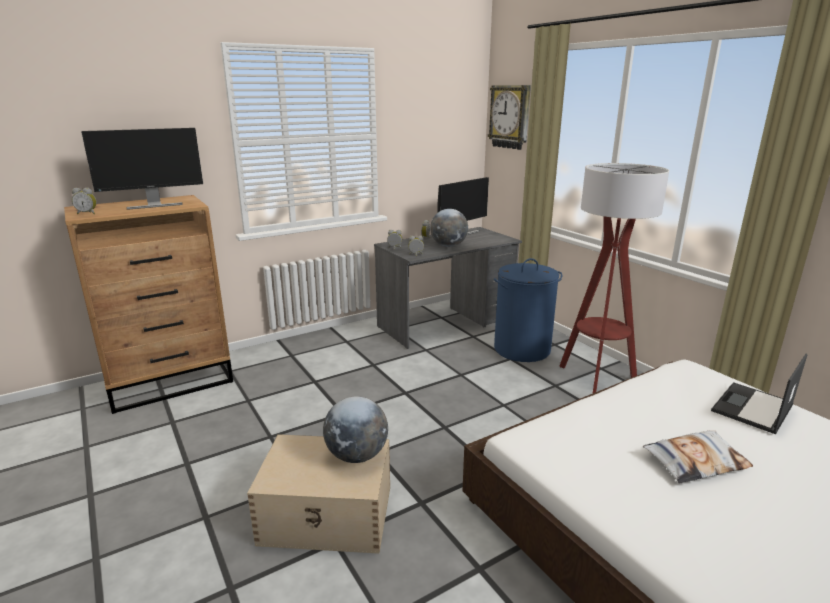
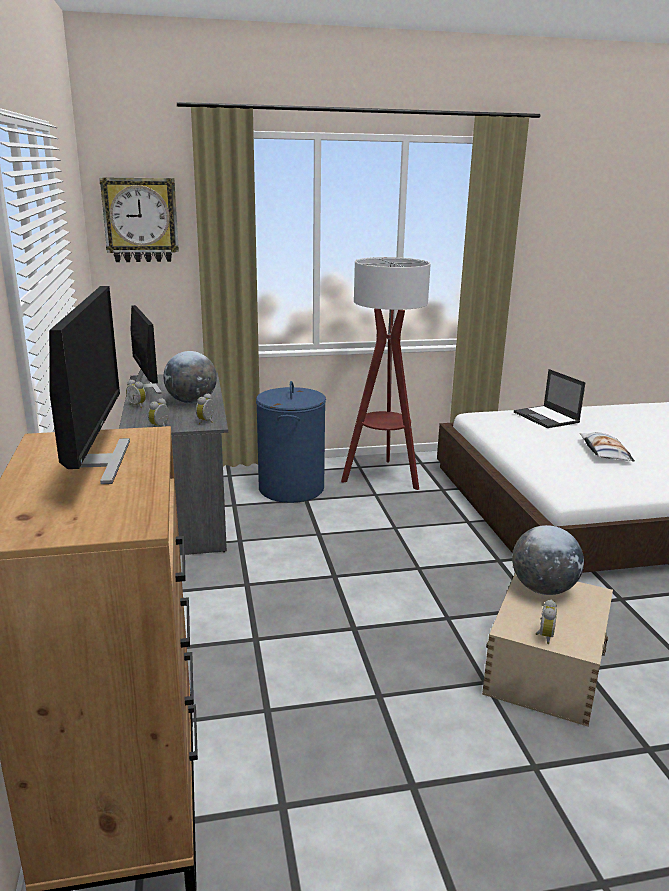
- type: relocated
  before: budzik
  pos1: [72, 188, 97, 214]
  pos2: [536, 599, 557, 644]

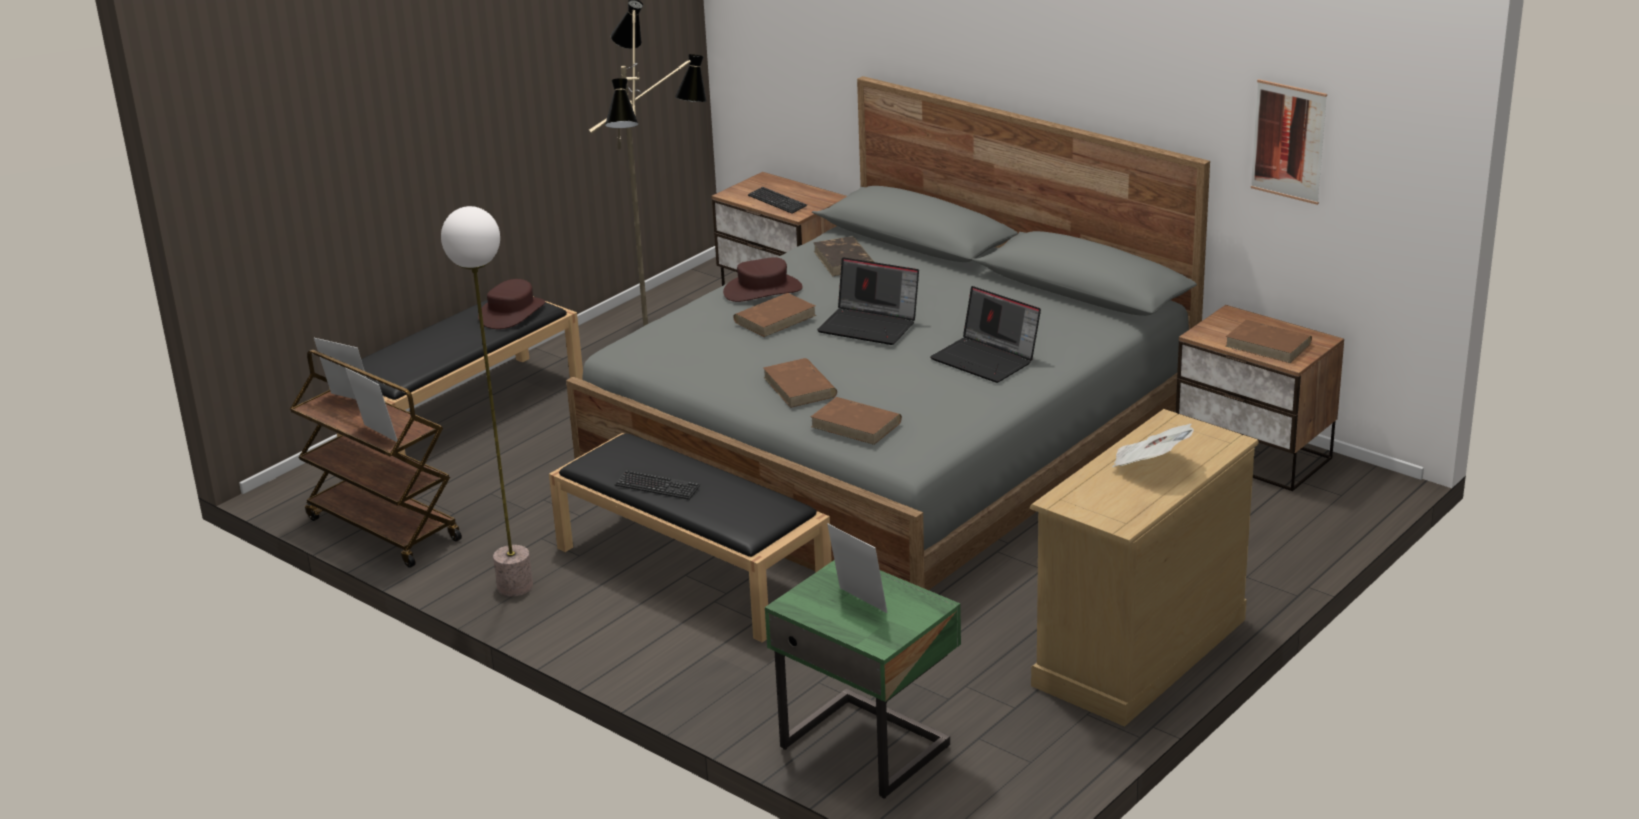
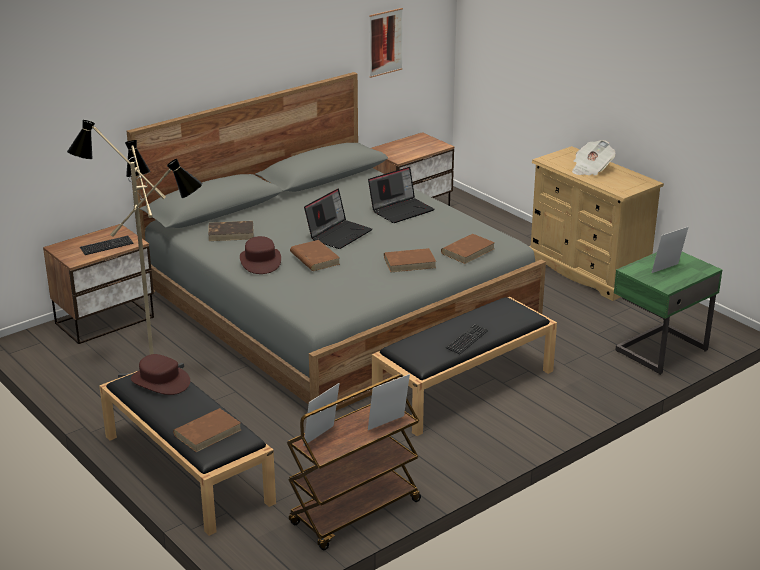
- type: missing
  before: lampa stojąca
  pos1: [441, 206, 533, 597]
- type: relocated
  before: książka/brązowy
  pos1: [1226, 320, 1312, 363]
  pos2: [173, 408, 241, 452]

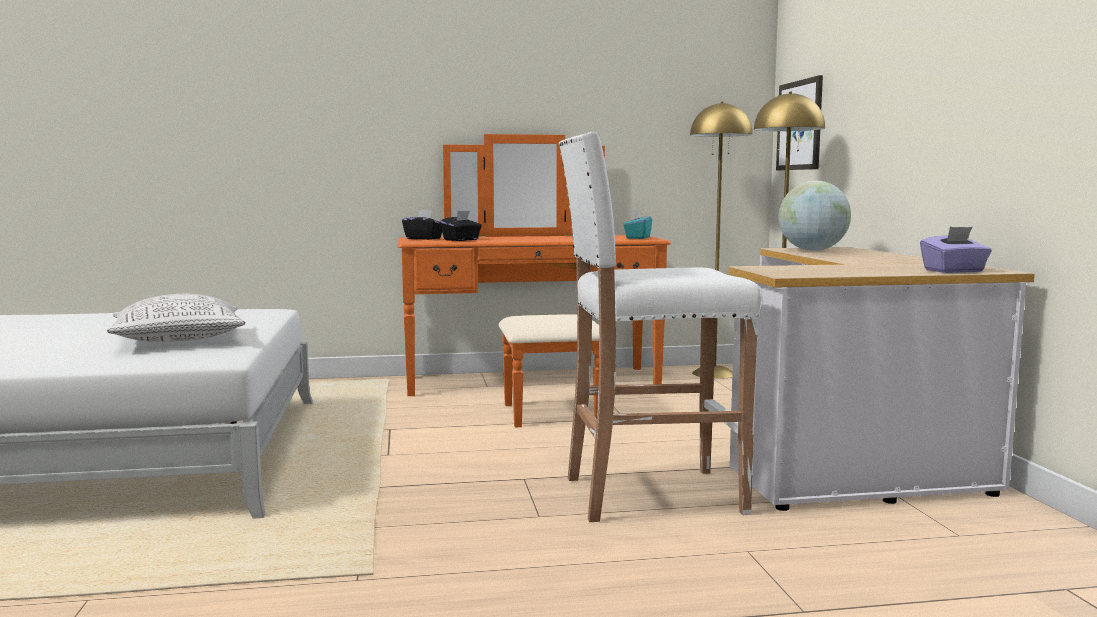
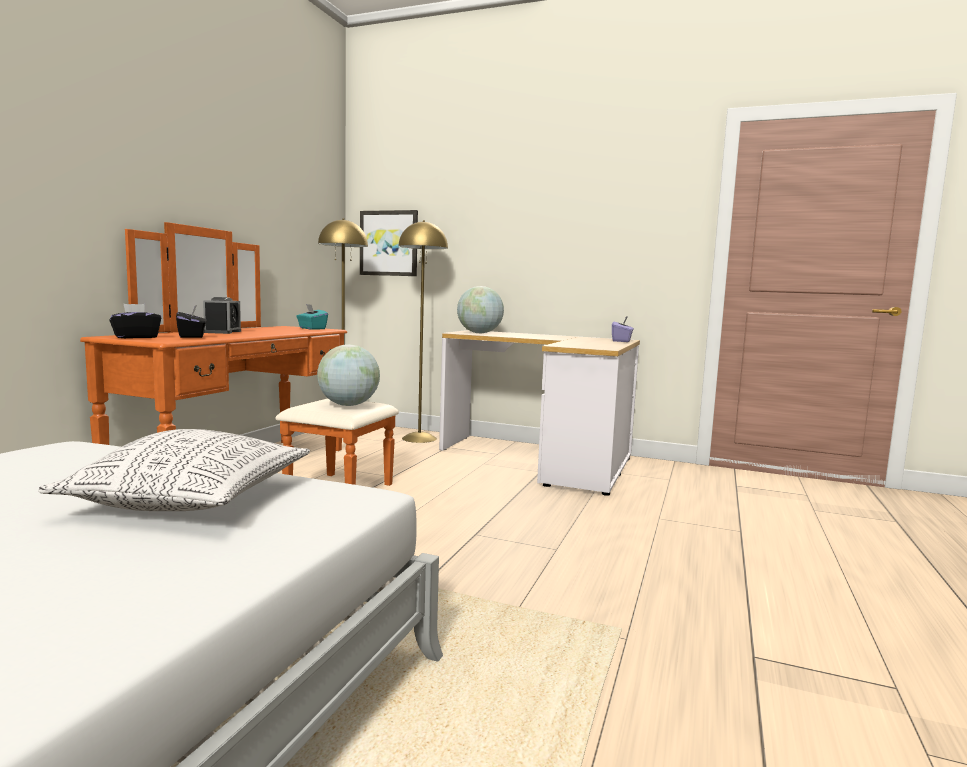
- type: missing
  before: stołek/biały
  pos1: [559, 132, 763, 522]
- type: appeared
  after: budzik
  pos2: [203, 297, 241, 334]
- type: appeared
  after: globus
  pos2: [317, 345, 380, 406]

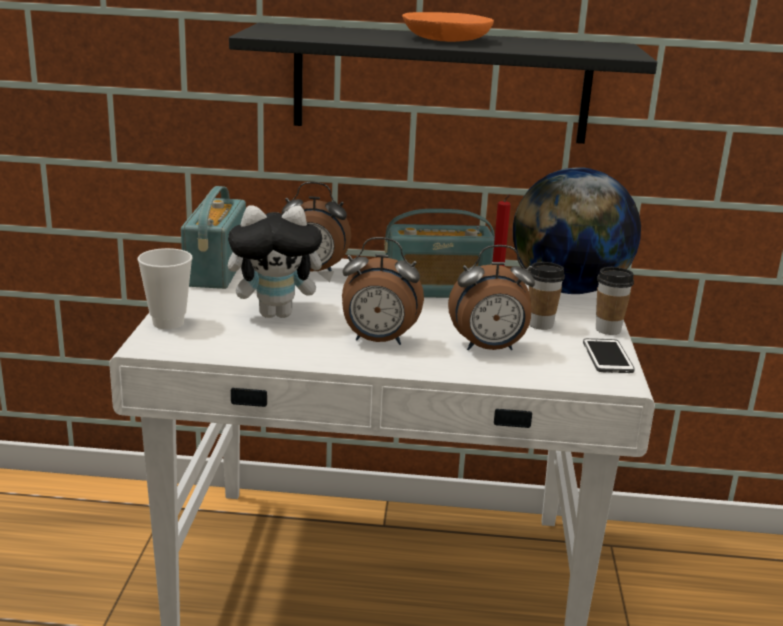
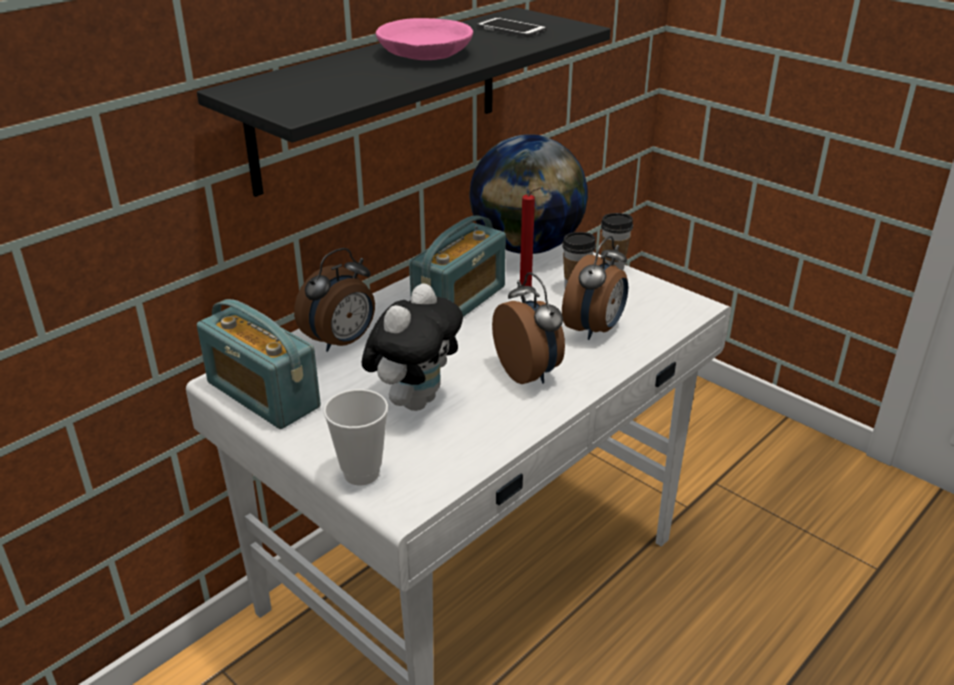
- type: spun
  before: budzik
  pos1: [342, 237, 424, 345]
  pos2: [492, 272, 565, 384]
  turn: -75
- type: colour
  before: miska/pomarańczowy
  after: miska/różowy
  pos1: [402, 12, 494, 42]
  pos2: [376, 18, 473, 60]
- type: relocated
  before: telefon
  pos1: [583, 338, 635, 373]
  pos2: [477, 17, 546, 37]

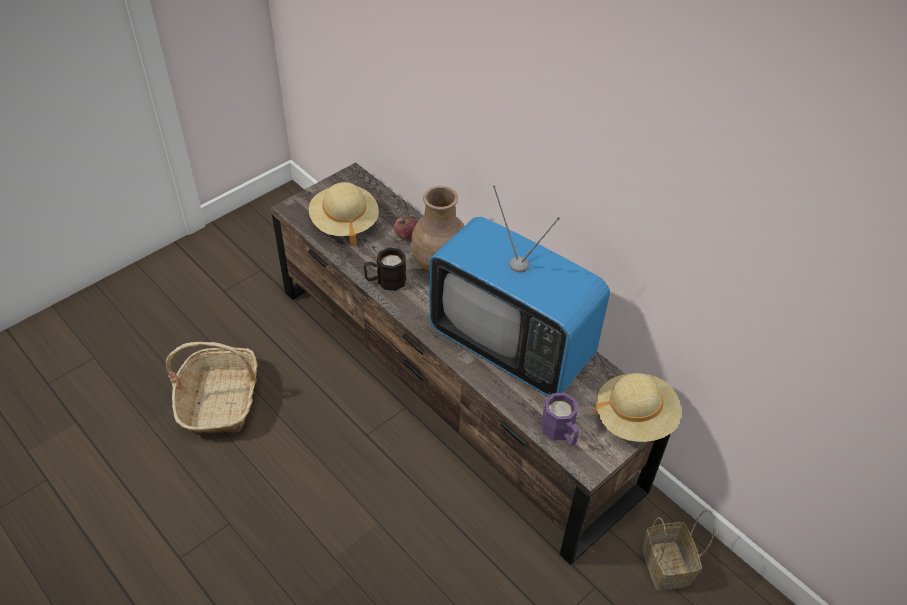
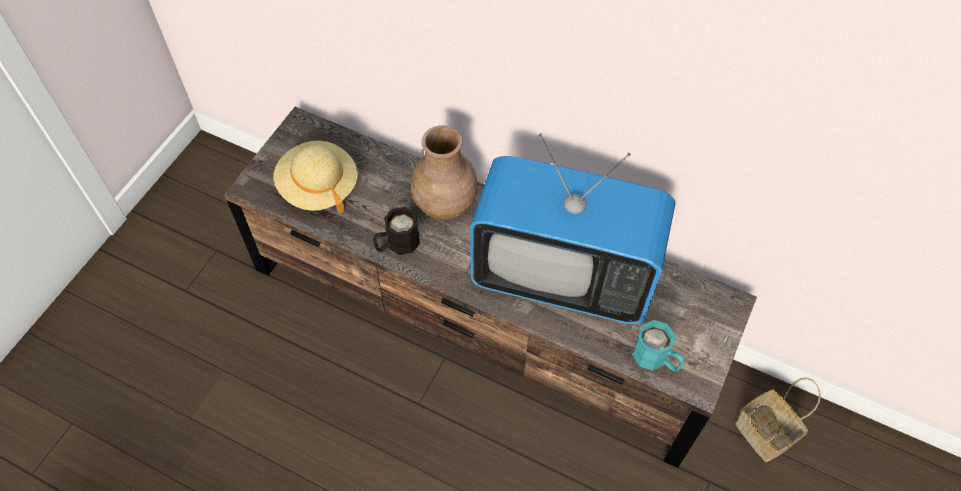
- type: missing
  before: koszyk
  pos1: [165, 342, 258, 433]
- type: missing
  before: jabłko
  pos1: [394, 216, 417, 239]
- type: colour
  before: kubek/fioletowy
  after: kubek/turkusowy
  pos1: [541, 393, 579, 446]
  pos2: [632, 320, 685, 371]
- type: missing
  before: kapelusz/beżowy
  pos1: [593, 373, 681, 442]

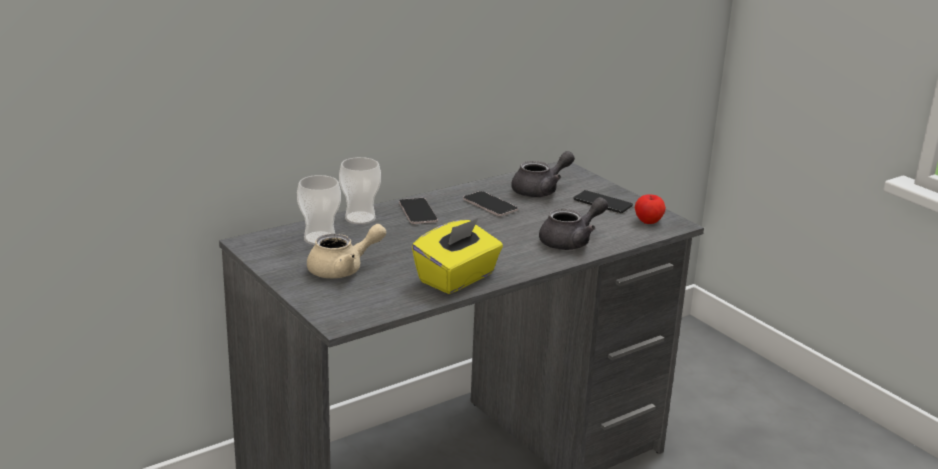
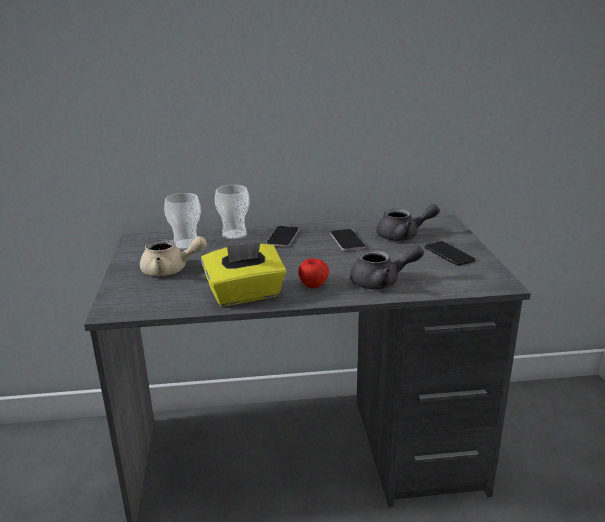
- type: relocated
  before: jabłko
  pos1: [635, 194, 666, 224]
  pos2: [298, 258, 329, 288]

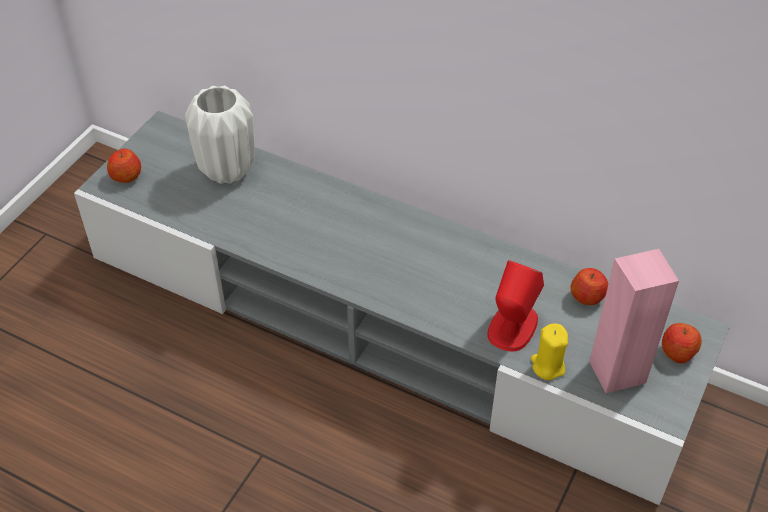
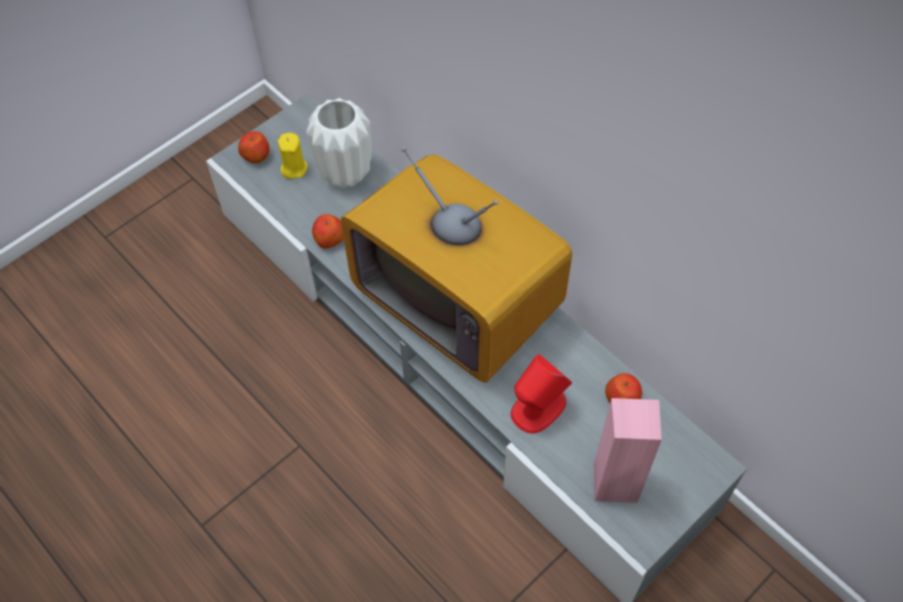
- type: relocated
  before: świeca/żółty
  pos1: [531, 323, 568, 380]
  pos2: [278, 133, 308, 179]
- type: relocated
  before: jabłko
  pos1: [662, 323, 702, 363]
  pos2: [312, 214, 343, 249]
- type: appeared
  after: telewizor
  pos2: [341, 147, 572, 383]

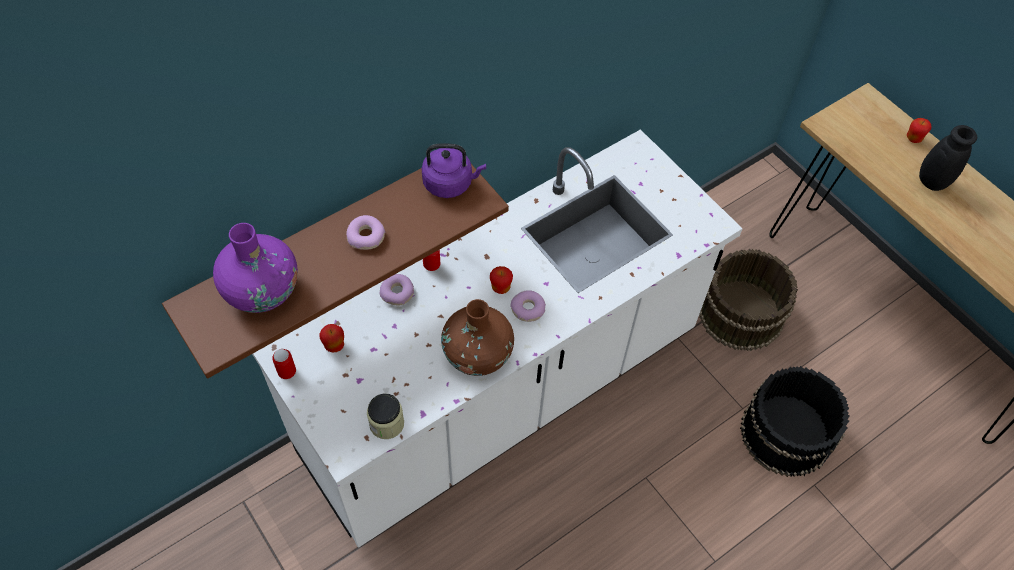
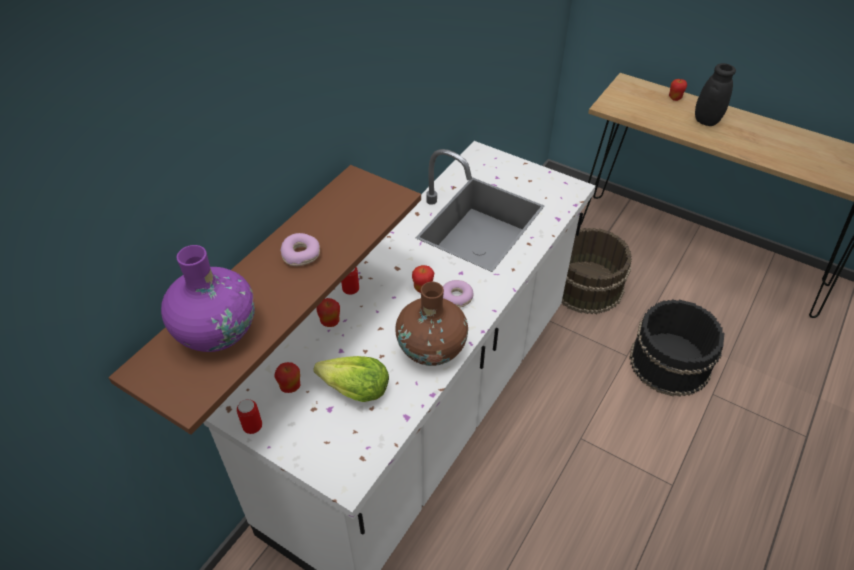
- type: missing
  before: słoik
  pos1: [367, 394, 404, 439]
- type: exchanged
  before: donut
  after: jabłko
  pos1: [380, 274, 414, 305]
  pos2: [316, 298, 340, 327]
- type: missing
  before: czajnik/fioletowy
  pos1: [421, 143, 486, 198]
- type: appeared
  after: sałata
  pos2: [313, 356, 389, 402]

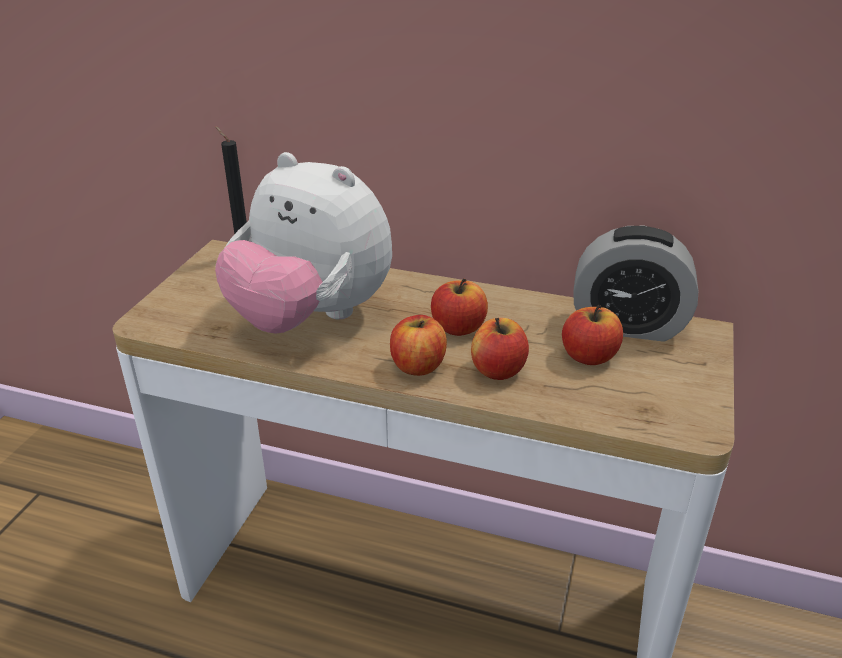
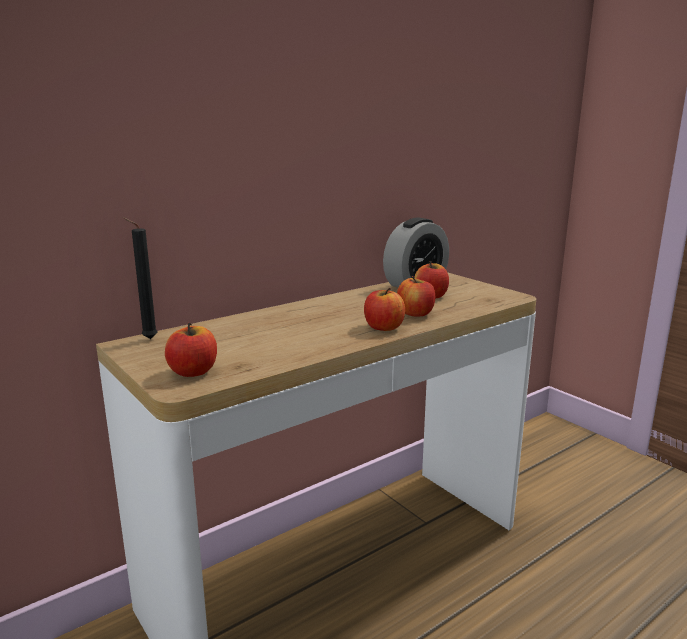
- type: missing
  before: pluszak
  pos1: [215, 152, 392, 334]
- type: relocated
  before: jabłko
  pos1: [431, 278, 488, 336]
  pos2: [165, 323, 217, 377]

